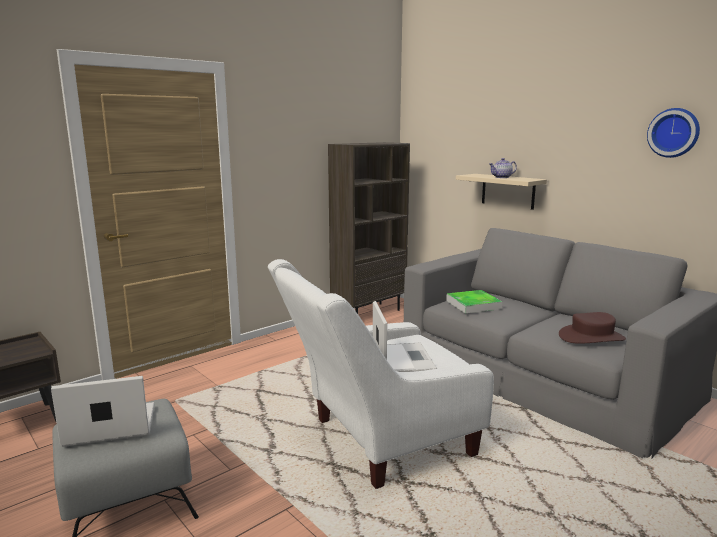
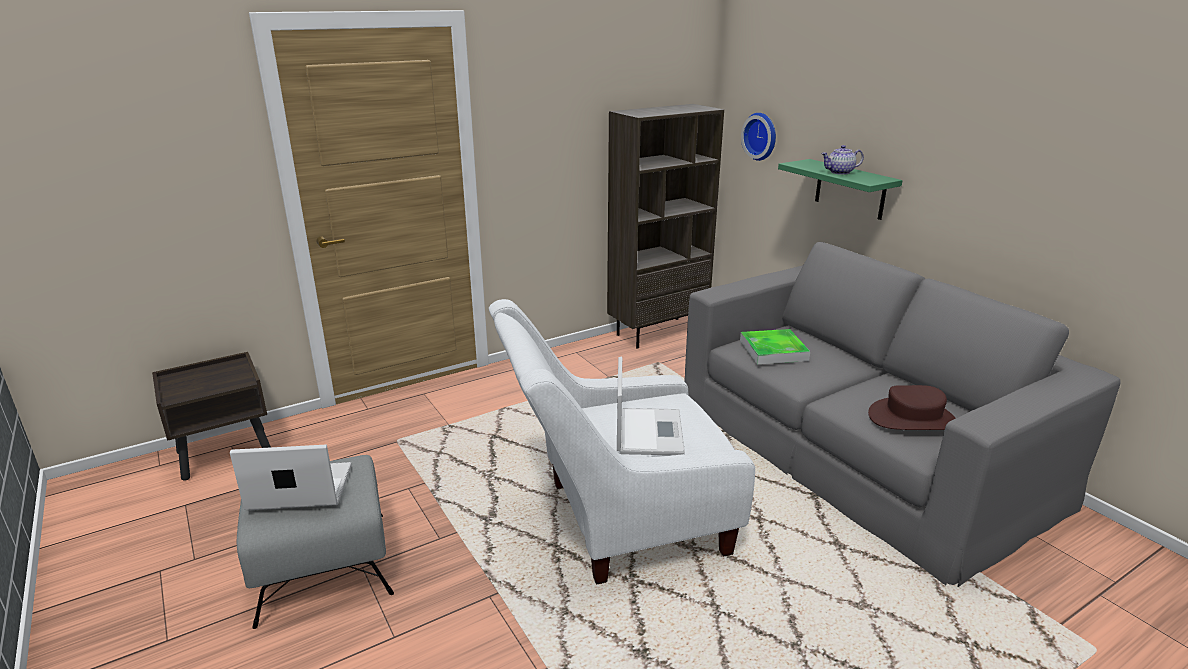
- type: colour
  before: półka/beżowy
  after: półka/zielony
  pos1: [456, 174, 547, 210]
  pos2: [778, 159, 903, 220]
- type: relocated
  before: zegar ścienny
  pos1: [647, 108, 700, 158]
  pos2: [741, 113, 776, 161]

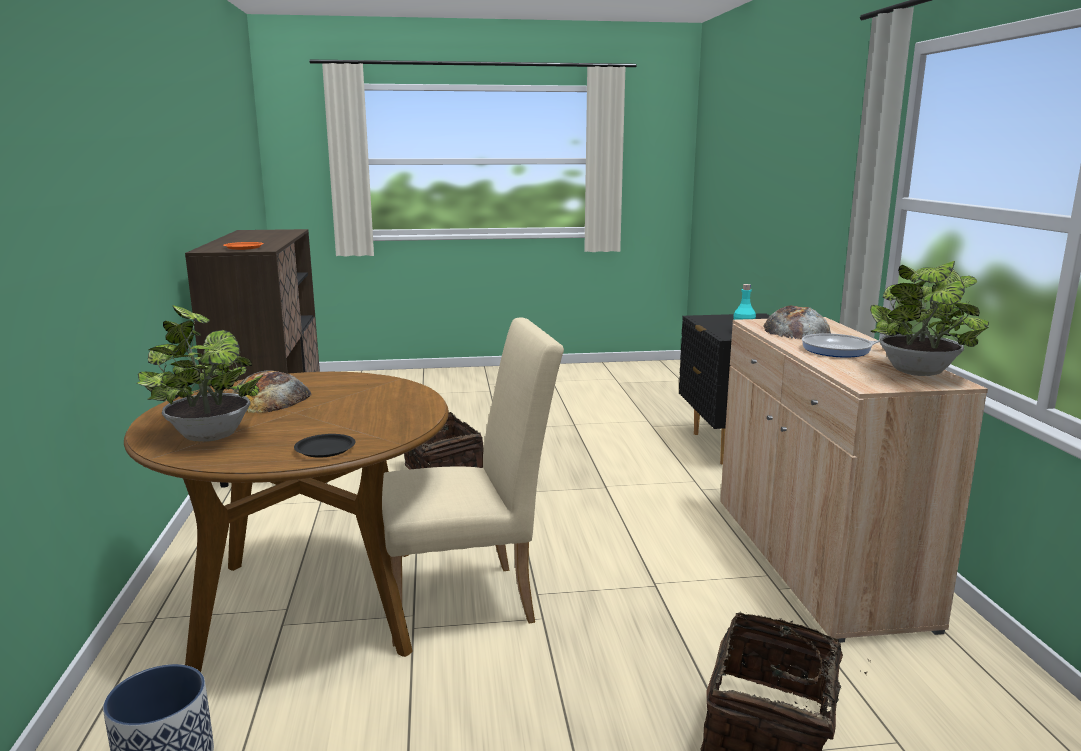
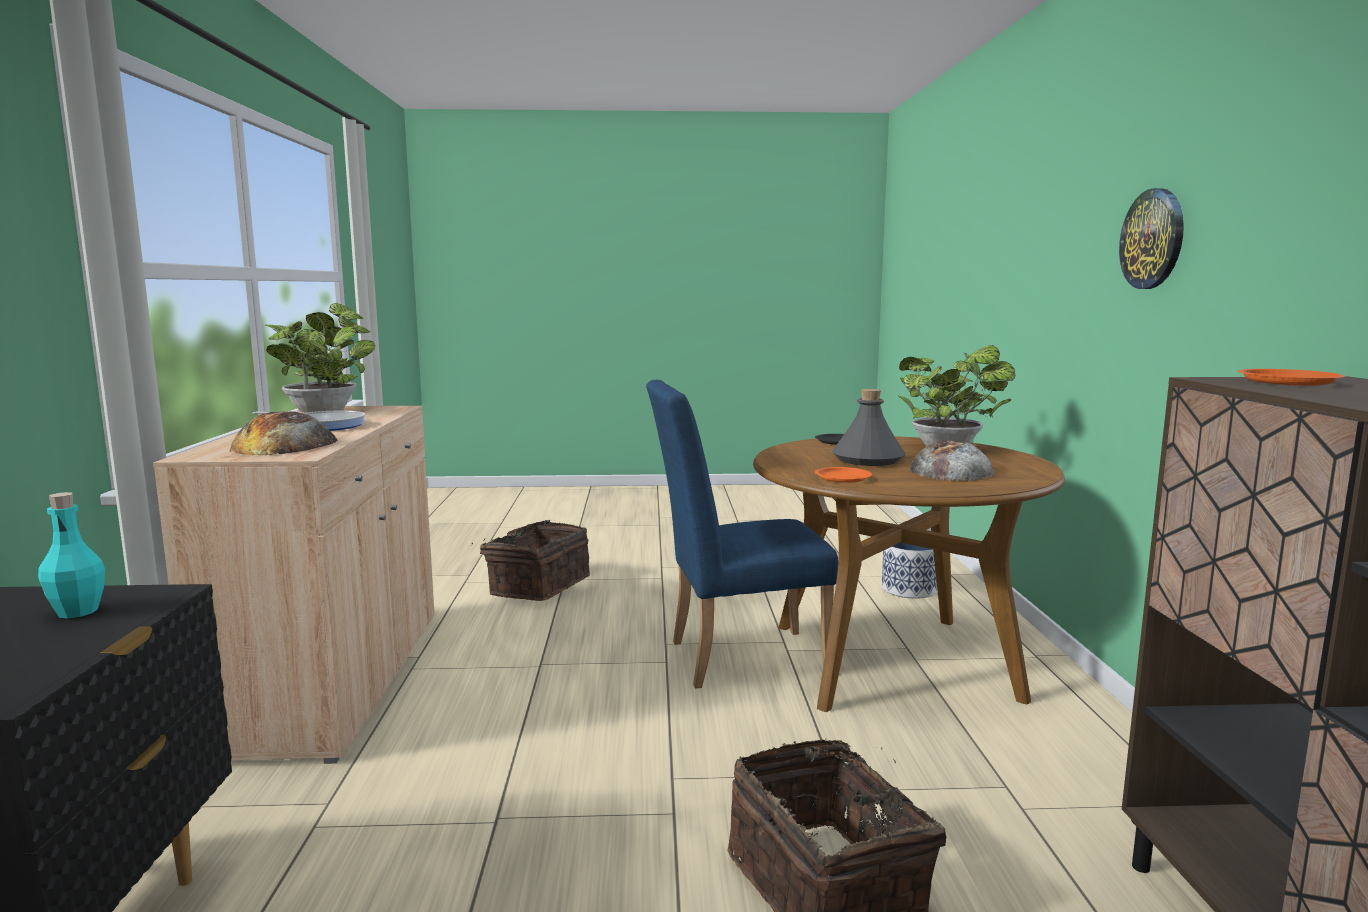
- type: colour
  before: krzesło/beżowy
  after: krzesło/niebieski
  pos1: [382, 318, 564, 647]
  pos2: [646, 380, 838, 689]
- type: appeared
  after: talerz/pomarańczowy
  pos2: [815, 467, 872, 483]
- type: appeared
  after: butelka/szary
  pos2: [832, 389, 905, 466]
- type: appeared
  after: zegar ścienny
  pos2: [1119, 188, 1184, 289]

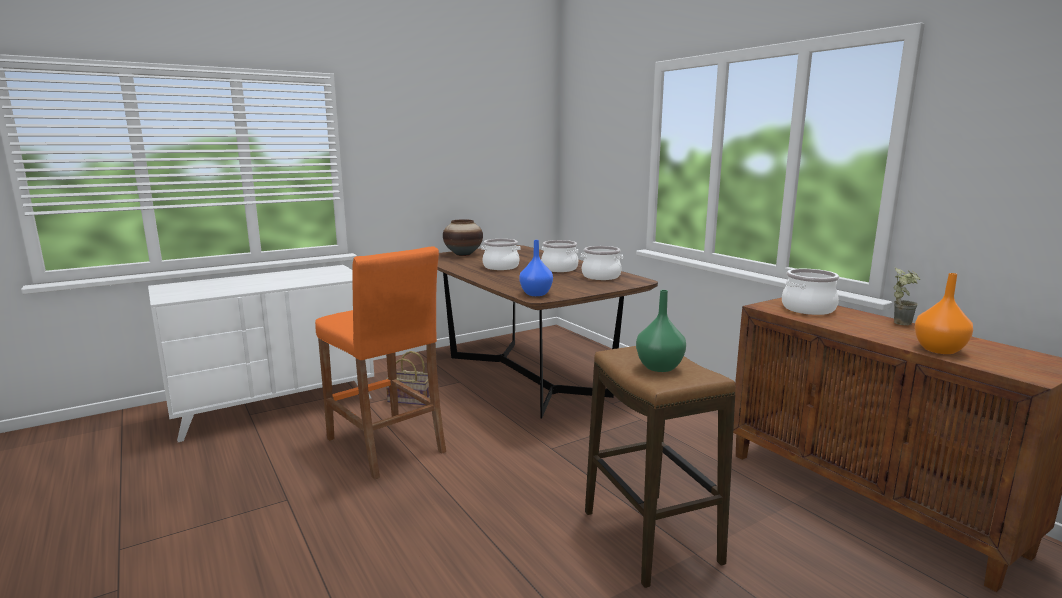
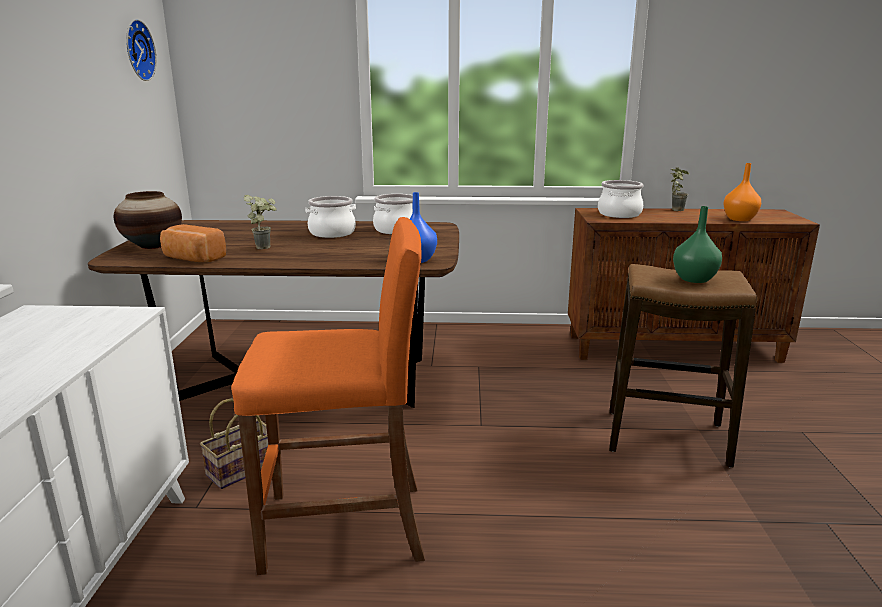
- type: exchanged
  before: garnek
  after: roślina doniczkowa
  pos1: [481, 239, 521, 270]
  pos2: [244, 195, 277, 249]
- type: appeared
  after: zegar ścienny
  pos2: [126, 19, 157, 81]
- type: appeared
  after: chleb
  pos2: [160, 224, 226, 262]

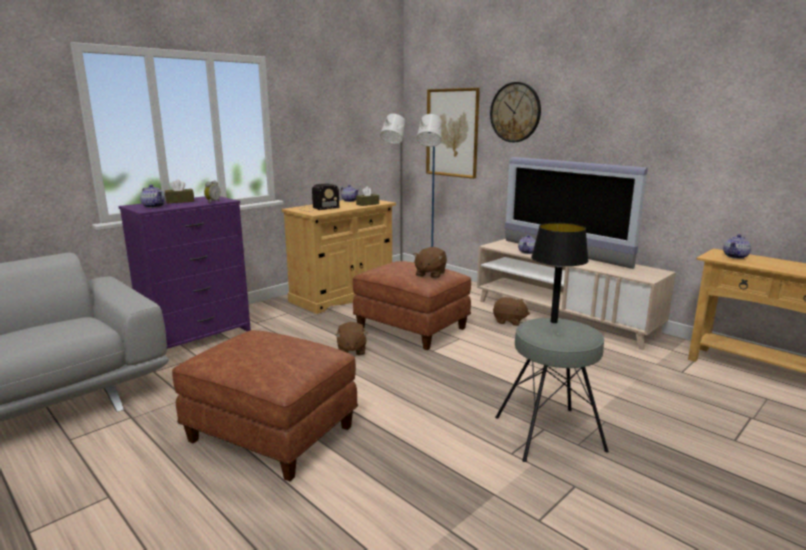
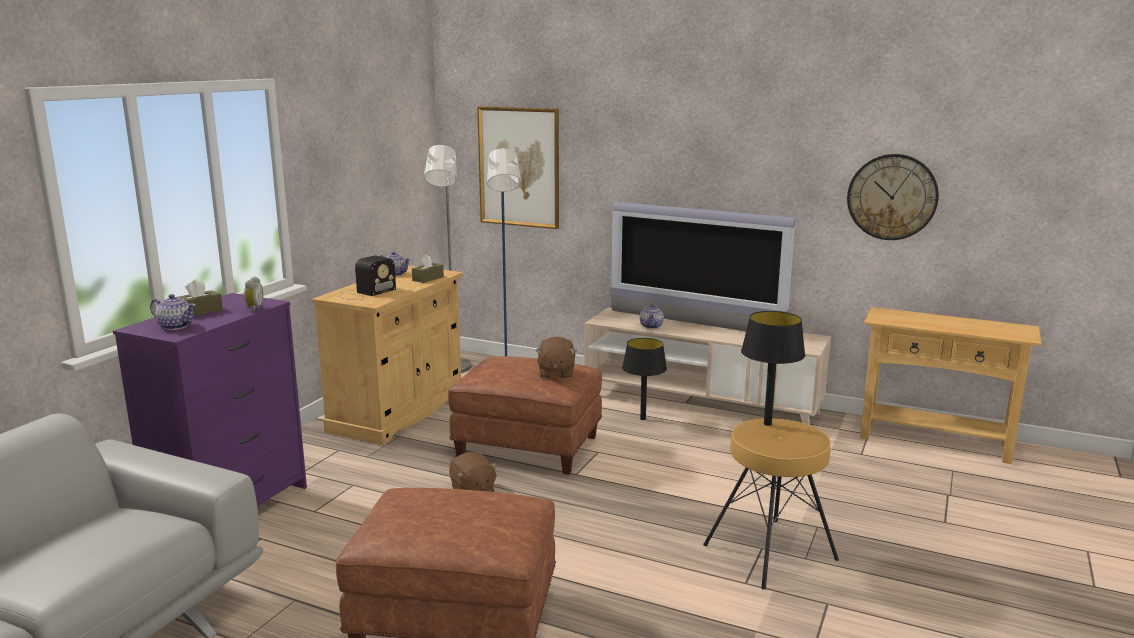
- type: relocated
  before: zegar ścienny
  pos1: [490, 82, 541, 142]
  pos2: [847, 154, 939, 240]
- type: exchanged
  before: pluszak/brązowy
  after: lampa stołowa/czarny
  pos1: [493, 297, 530, 326]
  pos2: [622, 338, 667, 420]
- type: colour
  before: stołek/szary
  after: stołek/brązowy
  pos1: [495, 318, 609, 462]
  pos2: [703, 418, 839, 590]
- type: missing
  before: imbryk
  pos1: [723, 234, 751, 259]

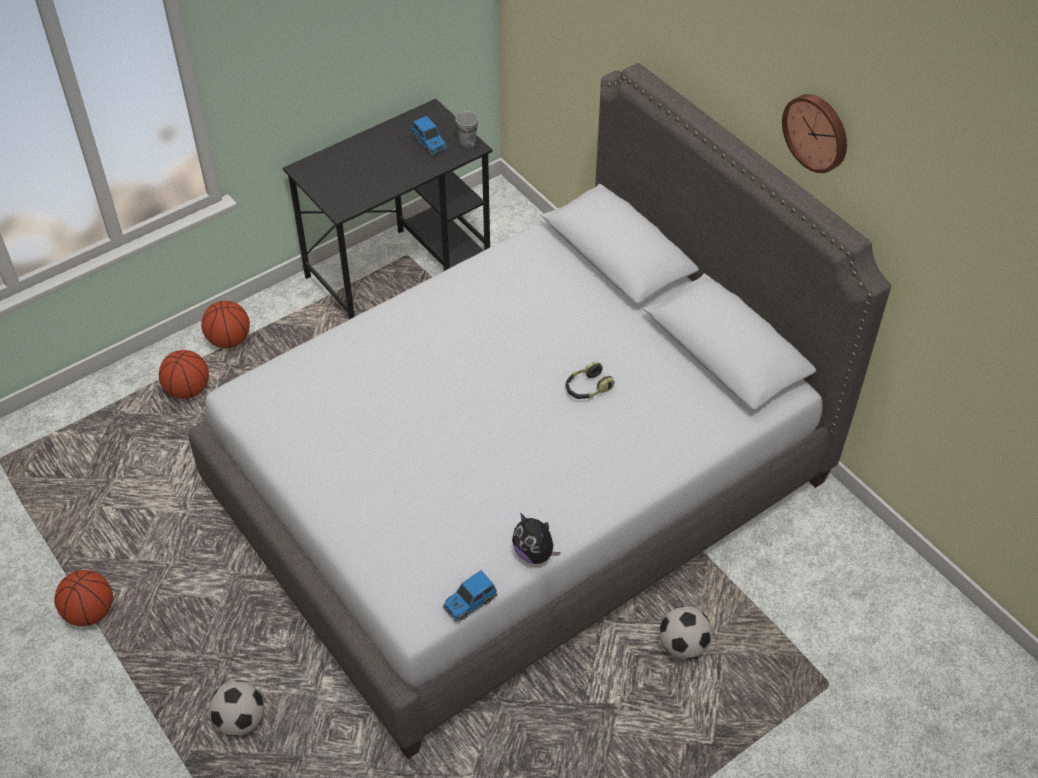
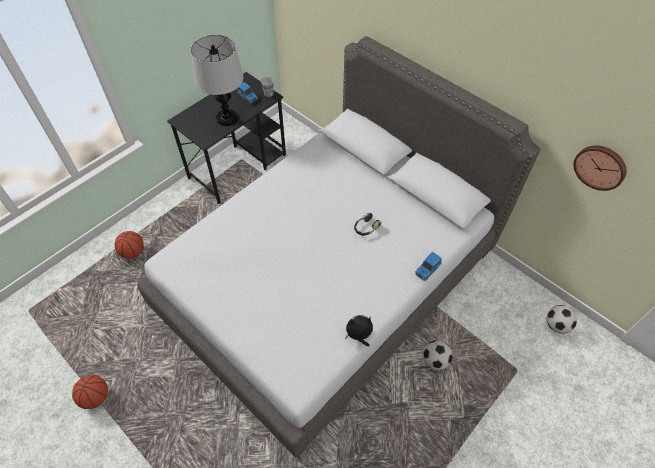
- type: missing
  before: piłka do koszykówki
  pos1: [201, 301, 250, 348]
- type: relocated
  before: piłka futbolowa
  pos1: [209, 680, 264, 736]
  pos2: [547, 305, 577, 333]
- type: relocated
  before: samochodzik
  pos1: [443, 570, 498, 622]
  pos2: [415, 252, 442, 281]
- type: spun
  before: pluszak
  pos1: [512, 513, 561, 564]
  pos2: [345, 315, 373, 346]
  turn: 135
- type: relocated
  before: zegar ścienny
  pos1: [782, 94, 847, 173]
  pos2: [573, 146, 627, 191]
- type: appeared
  after: lampa stołowa
  pos2: [191, 35, 243, 126]

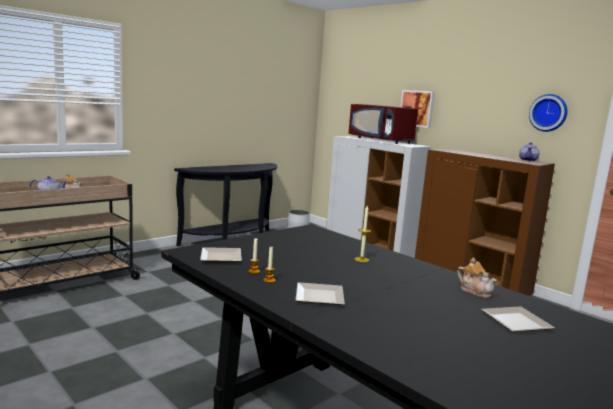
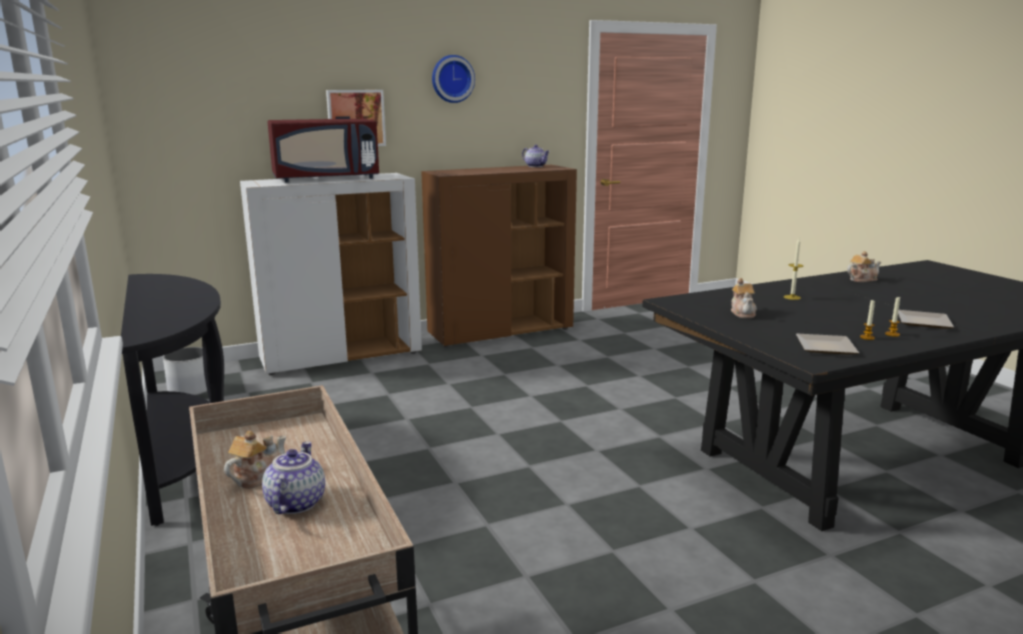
- type: missing
  before: talerz
  pos1: [481, 306, 555, 332]
- type: relocated
  before: zegar ścienny
  pos1: [529, 94, 567, 132]
  pos2: [432, 55, 475, 103]
- type: appeared
  after: imbryk
  pos2: [731, 278, 757, 318]

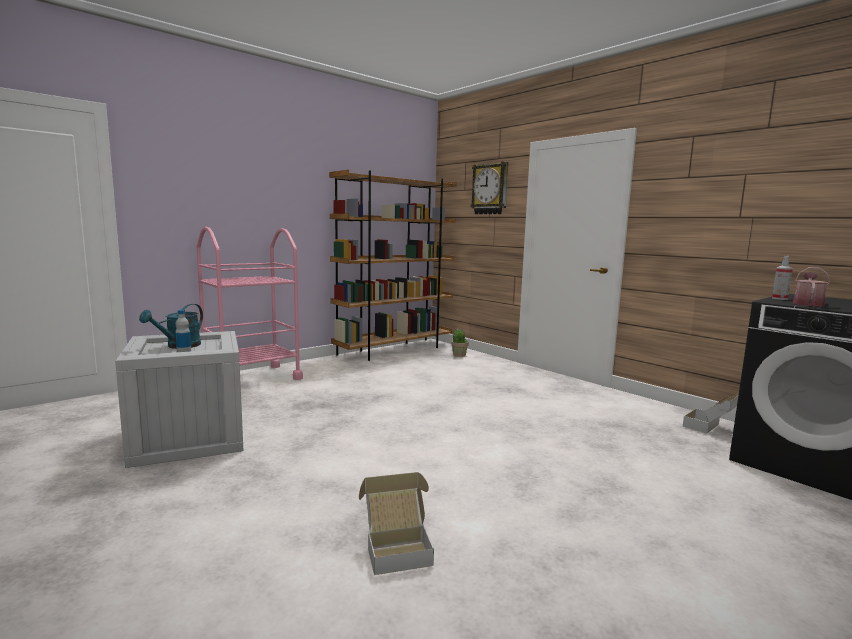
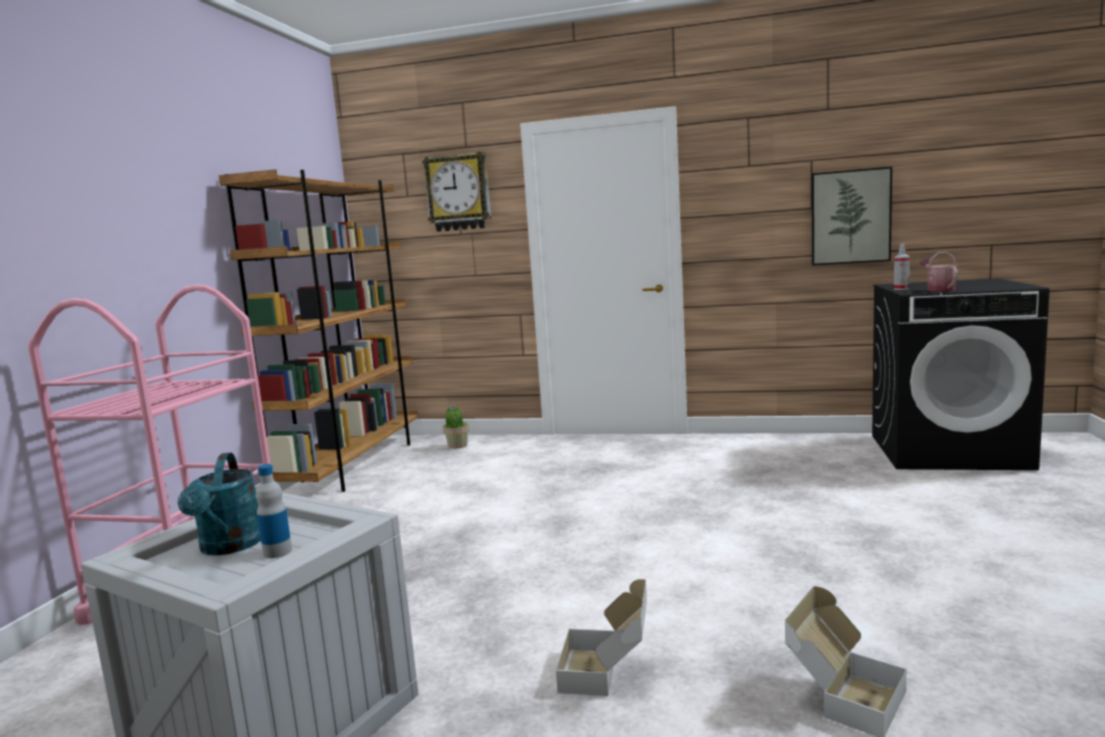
- type: relocated
  before: karton
  pos1: [683, 393, 739, 433]
  pos2: [556, 579, 647, 696]
- type: appeared
  after: obraz
  pos2: [812, 167, 892, 265]

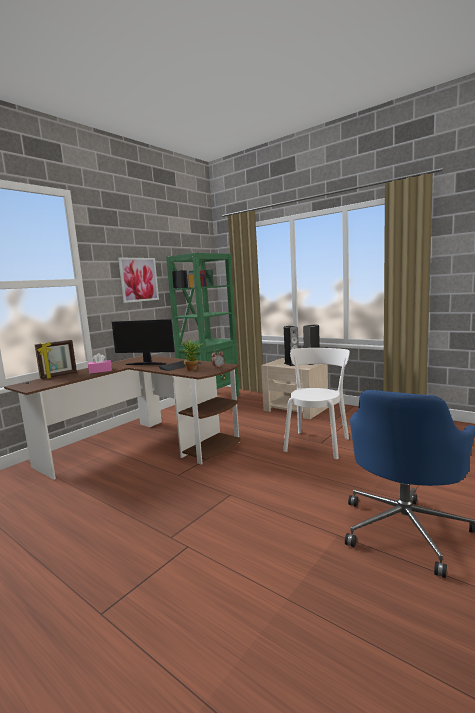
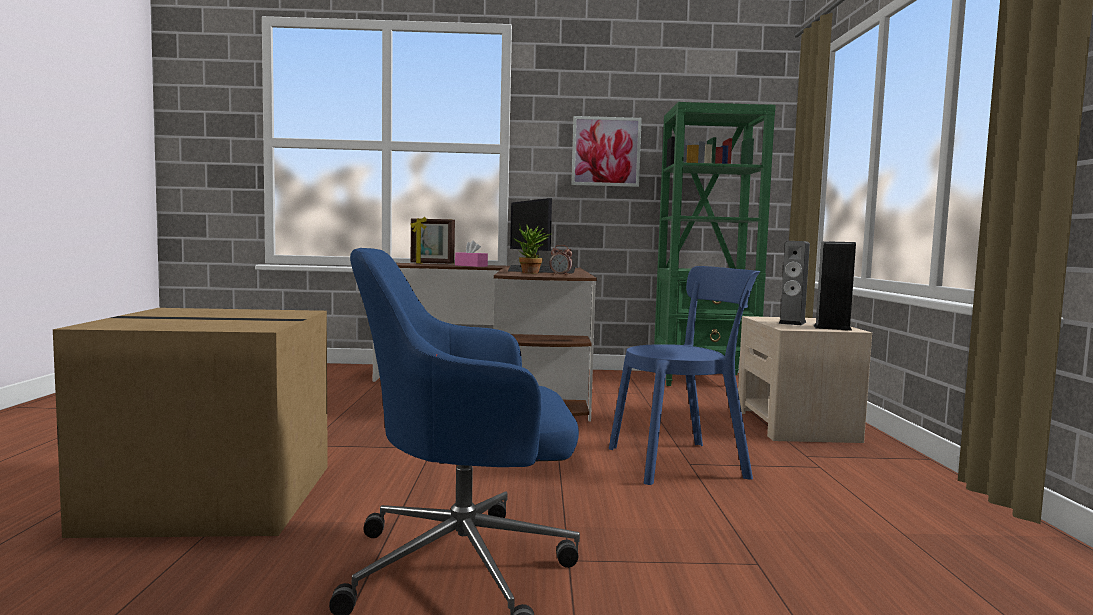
- type: colour
  before: krzesło/biały
  after: krzesło/niebieski
  pos1: [283, 348, 350, 459]
  pos2: [609, 266, 760, 485]
- type: appeared
  after: karton
  pos2: [53, 308, 328, 538]

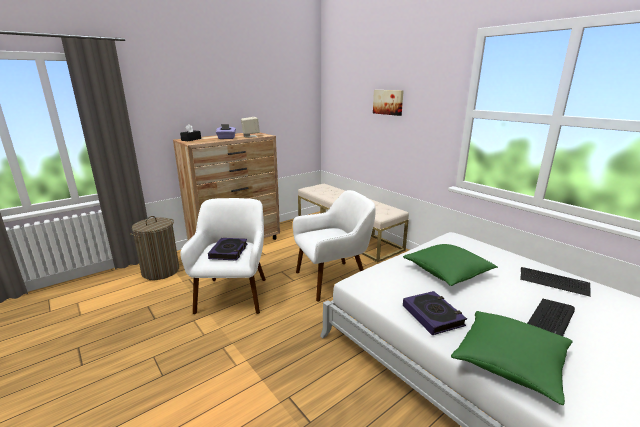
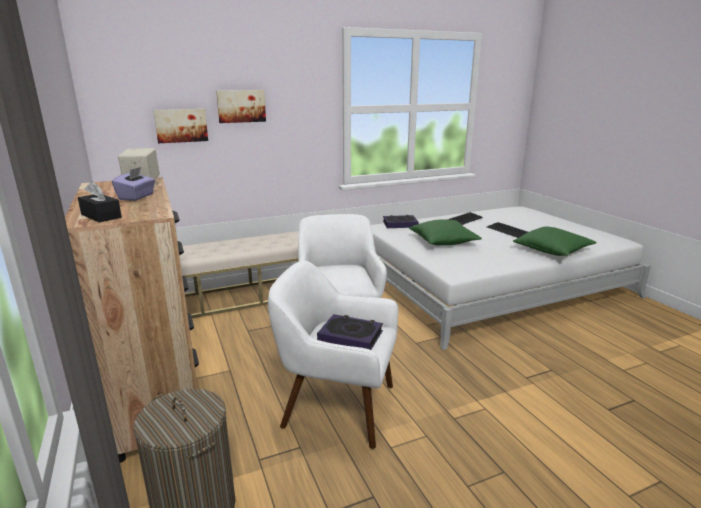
- type: relocated
  before: książka
  pos1: [403, 291, 467, 335]
  pos2: [383, 215, 419, 228]
- type: appeared
  after: obraz
  pos2: [153, 109, 208, 143]

